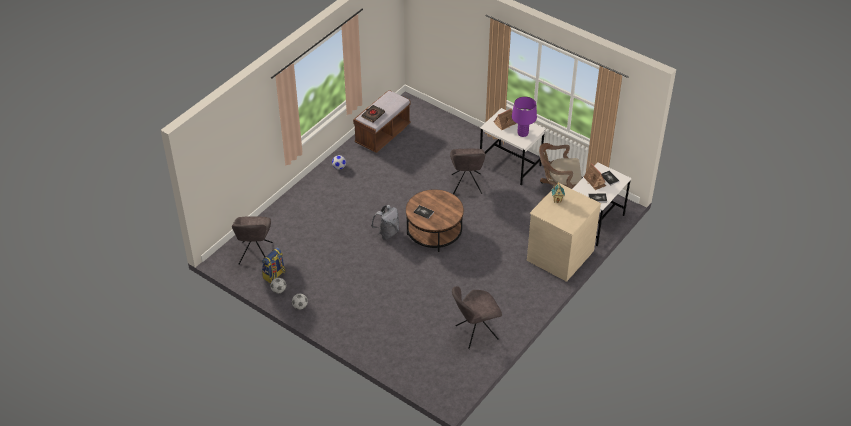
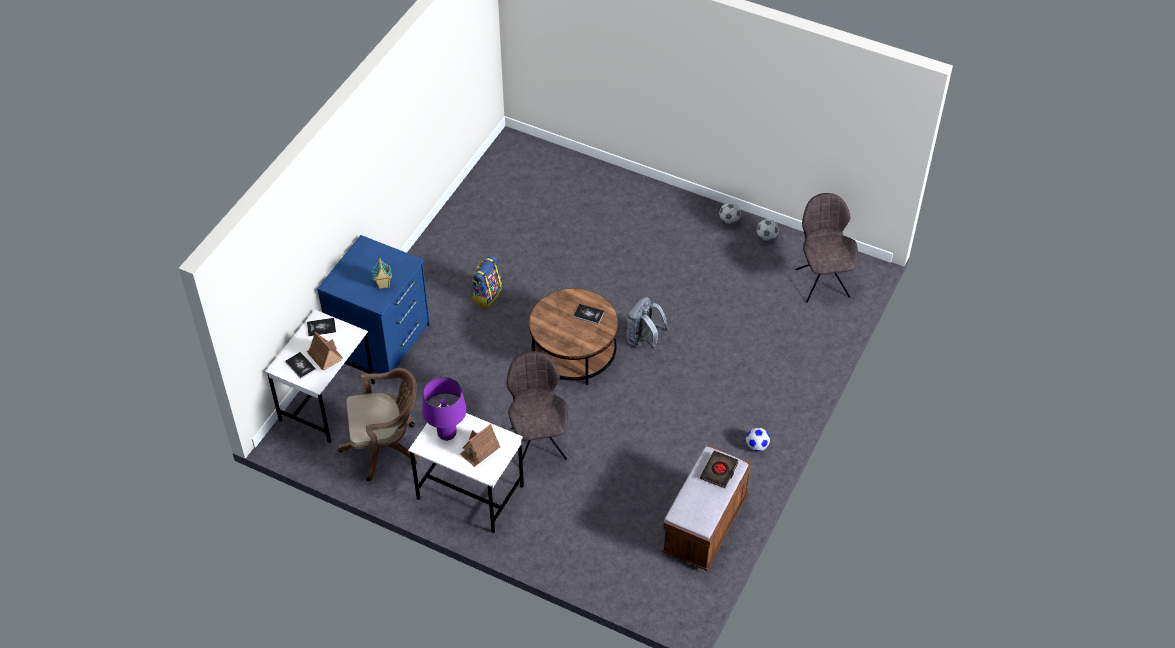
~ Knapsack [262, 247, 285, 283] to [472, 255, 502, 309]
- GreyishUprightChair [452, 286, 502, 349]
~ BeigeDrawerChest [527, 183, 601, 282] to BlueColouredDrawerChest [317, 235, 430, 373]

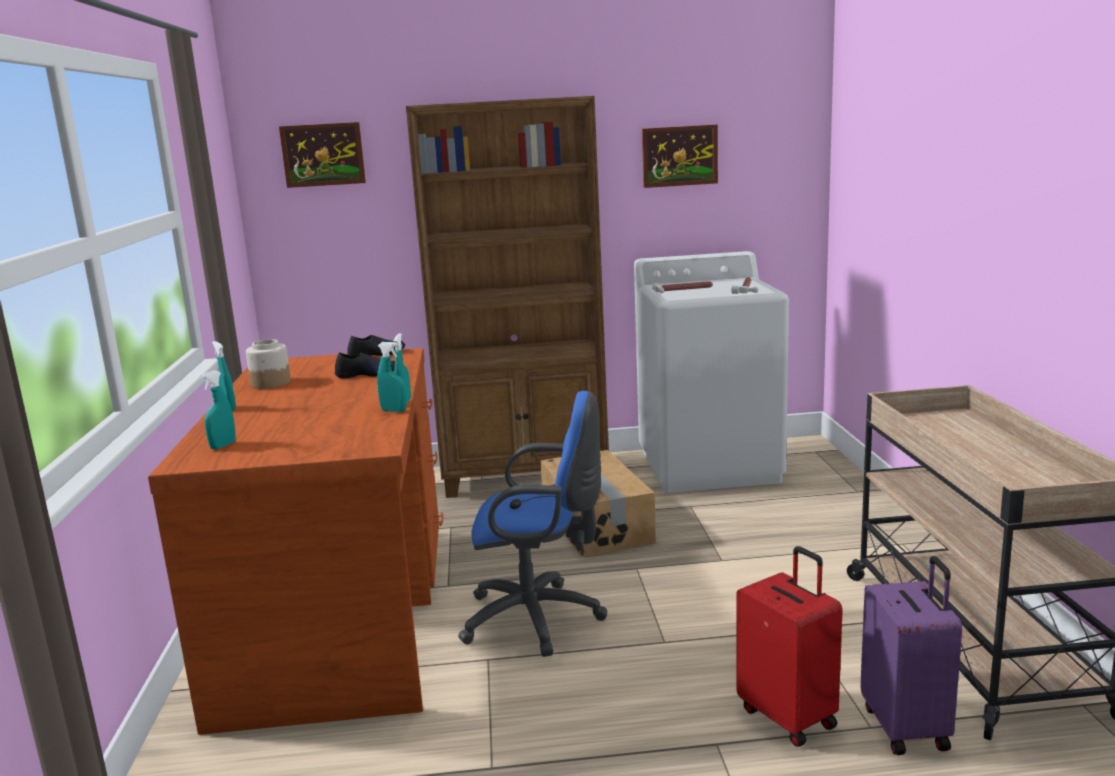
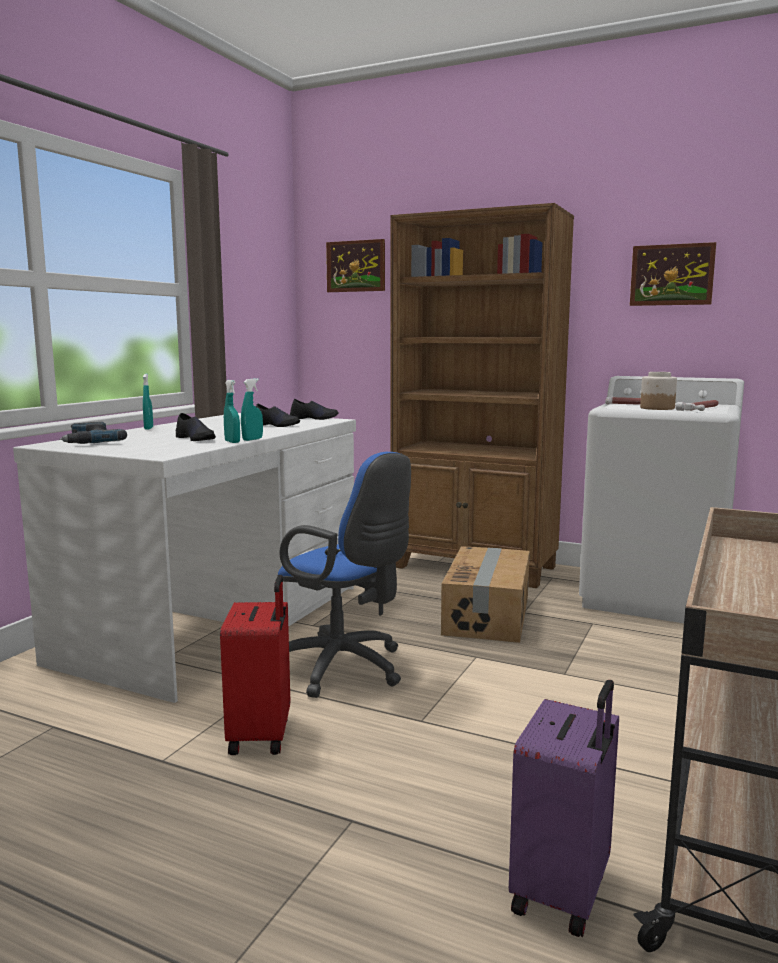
~ BrownDesk [148, 348, 444, 735] to WhitishDesk [13, 413, 356, 703]
~ TurquoiseColouredHandSprayer [200, 370, 236, 450] to ElectricDrill [60, 422, 127, 444]
~ StorageJar [246, 339, 291, 389] to [640, 372, 677, 410]
~ RedColouredSuitcase [736, 546, 843, 747] to [220, 575, 290, 755]
+ BlackishShoe [176, 413, 216, 441]

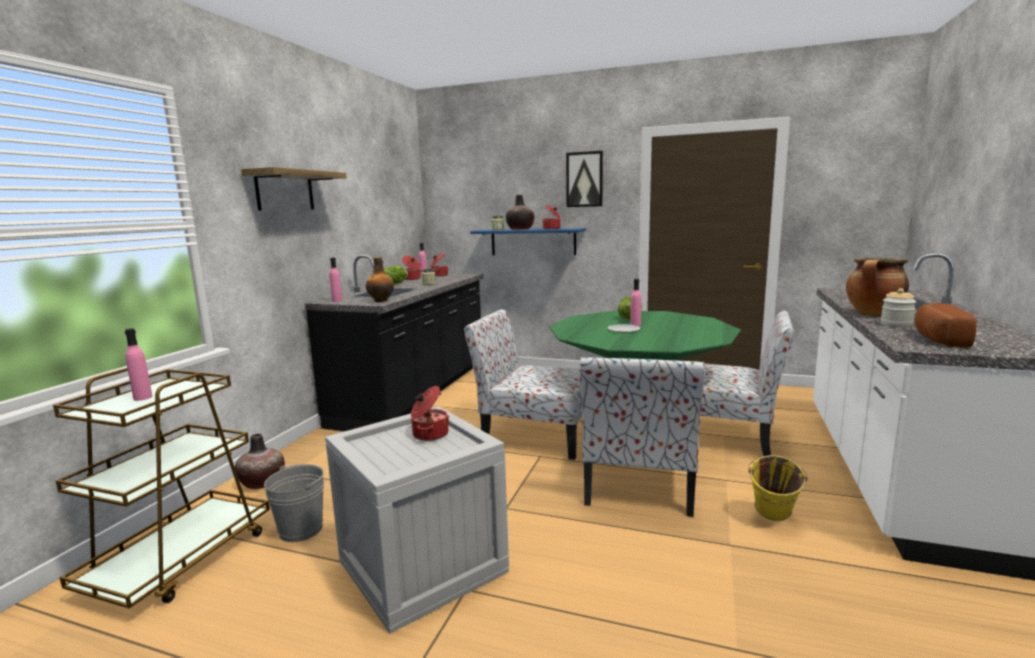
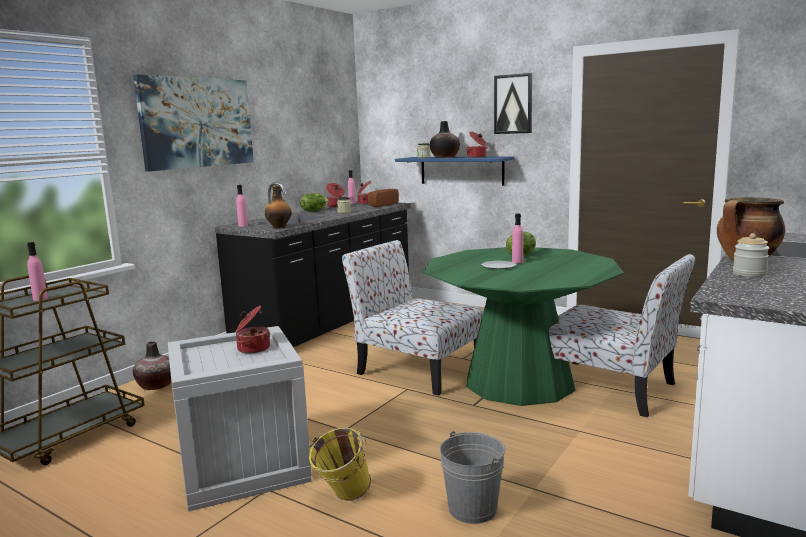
~ Shelf [241, 167, 347, 211] to Picture [133, 74, 254, 171]
~ GreyishWaterBucket [264, 464, 324, 542] to [440, 431, 505, 524]
- UprightChair [580, 357, 705, 517]
~ YellowColouredWaterBucket [748, 455, 808, 521] to [309, 427, 371, 501]
~ BakeryBread [915, 303, 977, 347] to [367, 189, 399, 207]

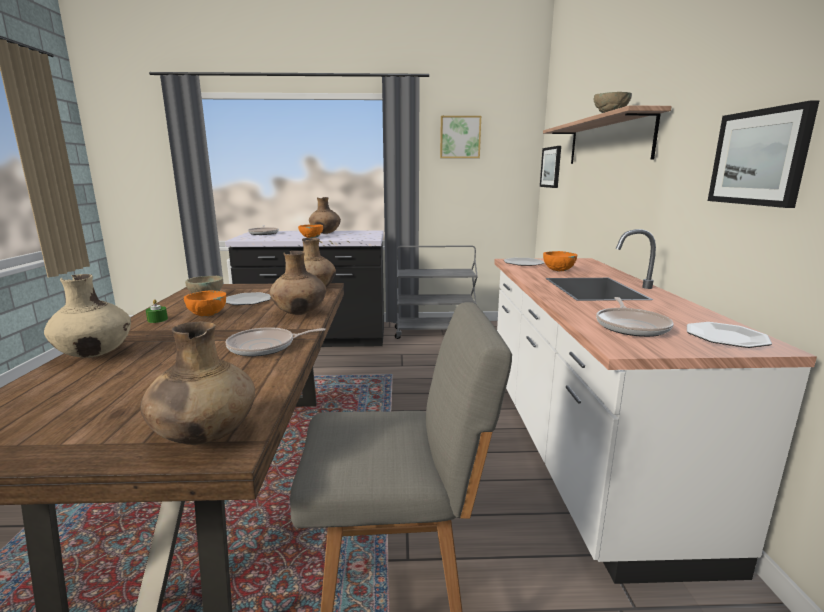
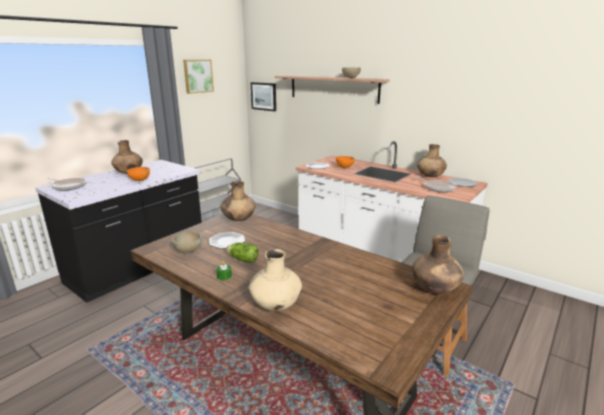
~ OrangeyBowl [184, 290, 226, 316] to HeadOfLettuce [227, 242, 259, 263]
- Pan [225, 327, 326, 356]
~ BrownFlowerVase [270, 251, 326, 315] to [417, 144, 447, 177]
- Picture [708, 100, 820, 208]

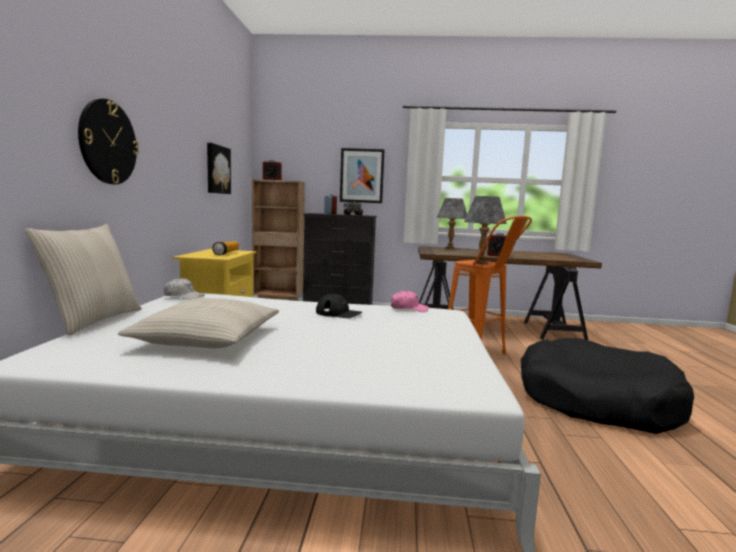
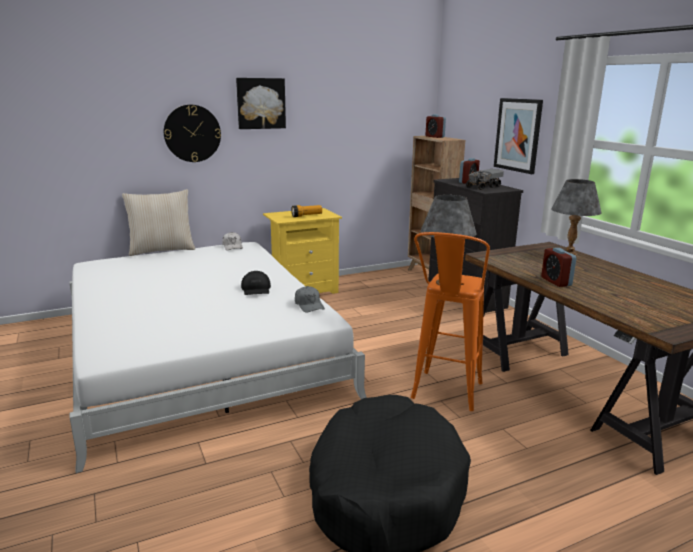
- BeigePillow [118, 298, 279, 348]
~ Picture [207, 143, 231, 194] to [236, 78, 286, 129]
~ PinkCap [391, 290, 429, 312] to GreyishCap [295, 286, 325, 313]

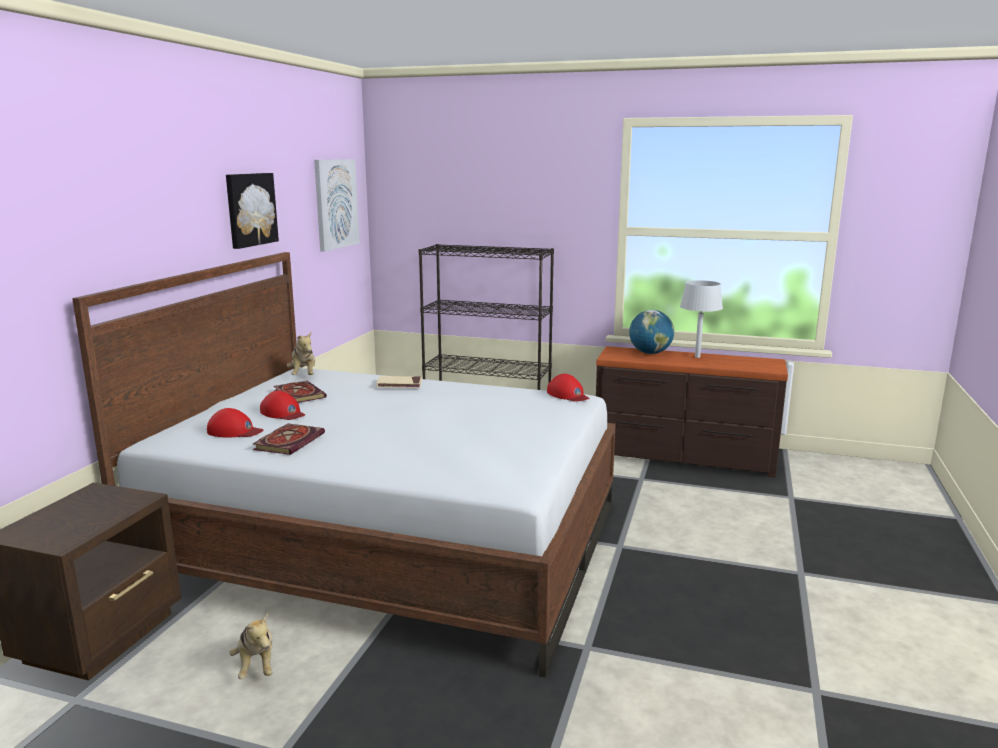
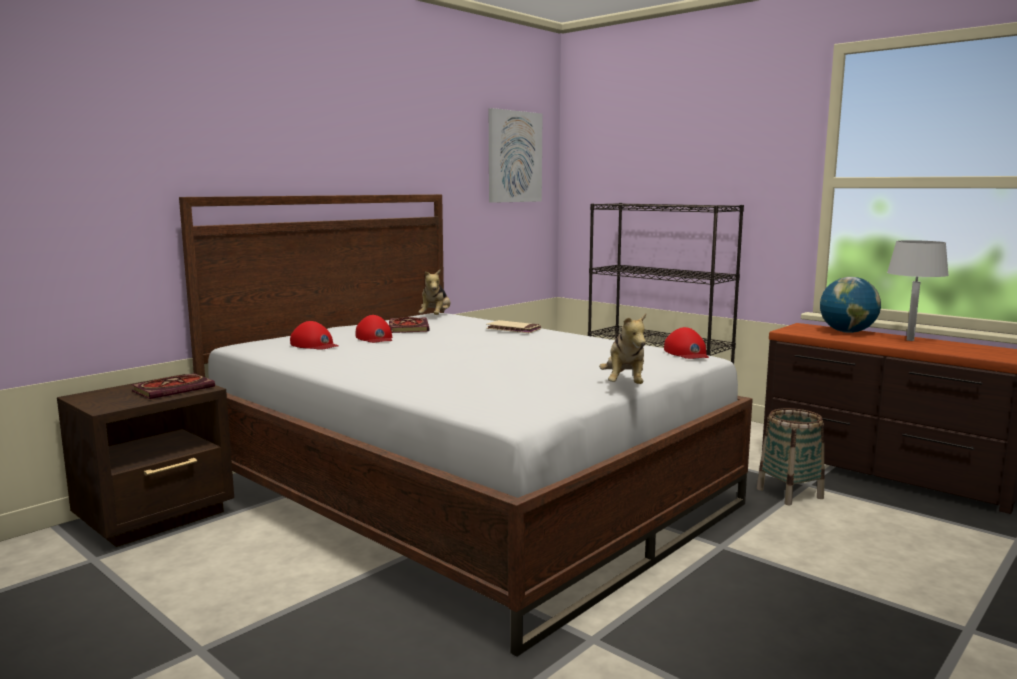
- Picture [226, 173, 279, 249]
~ CuddlyToy [229, 613, 273, 679] to [599, 313, 646, 384]
~ BoundBook [253, 423, 325, 455] to [131, 373, 215, 399]
+ StorageBasket [757, 408, 824, 505]

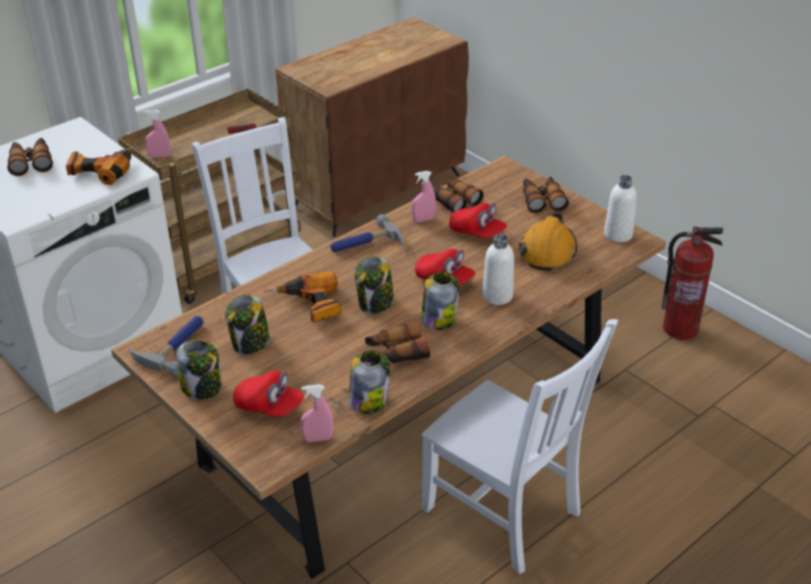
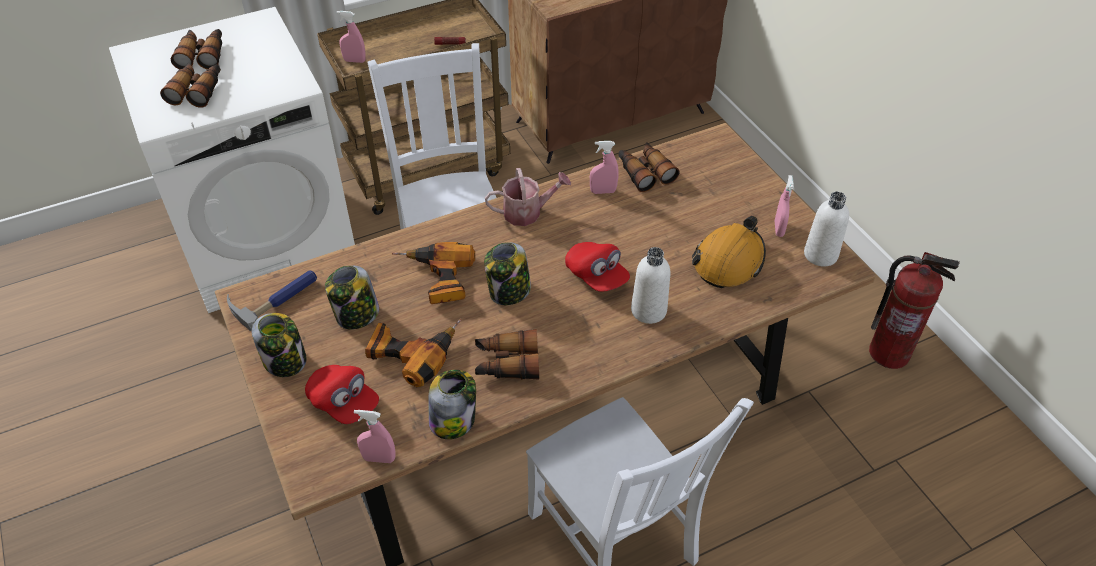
~ ElectricDrill [66, 143, 136, 185] to [365, 319, 461, 387]
~ Hammer [331, 214, 404, 252] to WateringPot [485, 168, 571, 226]
- StorageJar [421, 271, 459, 330]
- RedColouredCap [449, 203, 507, 238]
~ PairOfBinoculars [523, 177, 569, 213] to [160, 62, 221, 108]
+ PinkHandSprayer [775, 175, 794, 237]

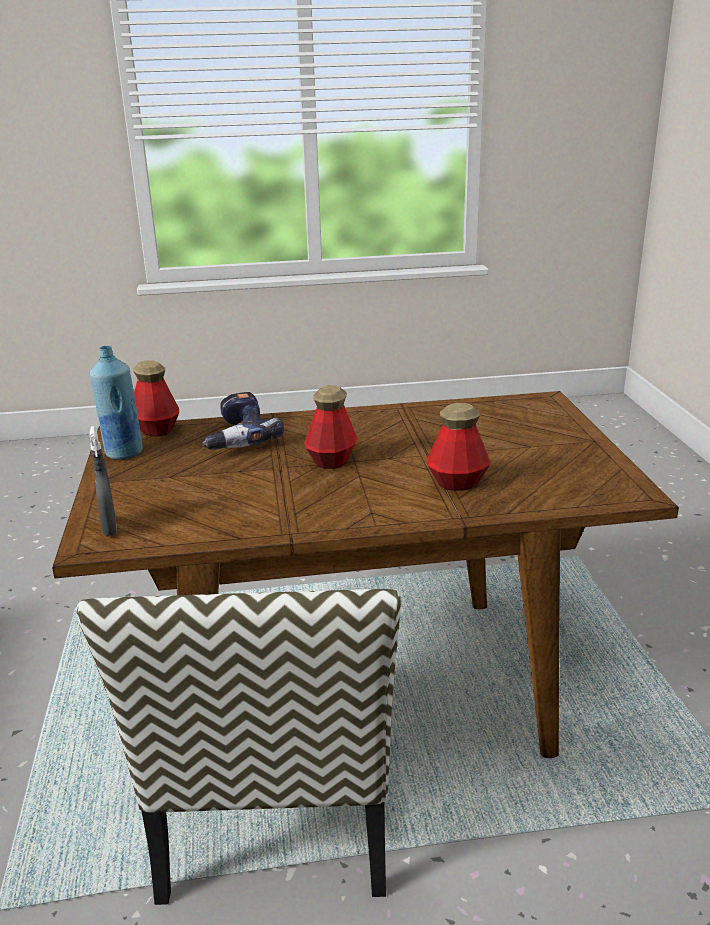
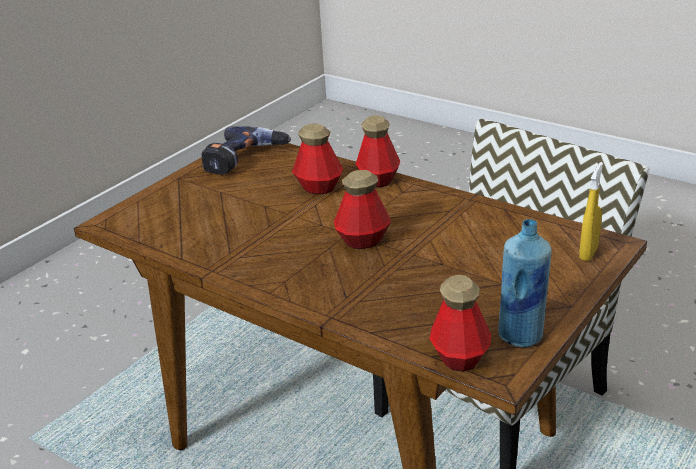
~ GreyishHandSprayer [90, 426, 117, 536] to YellowColouredHandSprayer [579, 162, 603, 261]
~ ElectricDrill [202, 392, 284, 449] to [202, 126, 291, 175]
+ Bottle [356, 115, 400, 187]

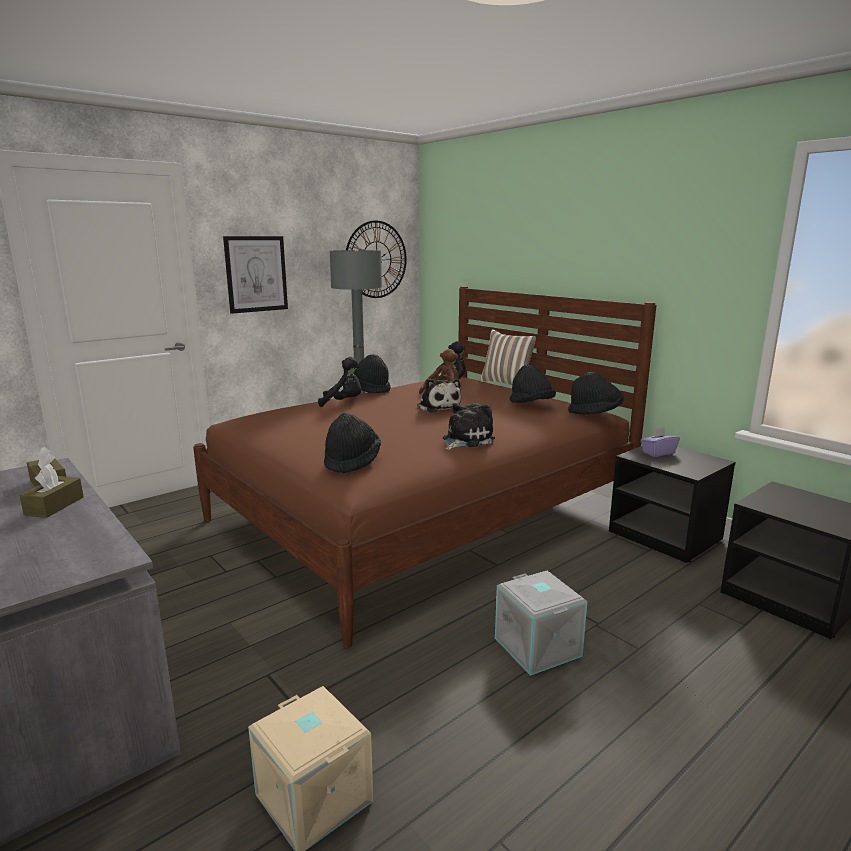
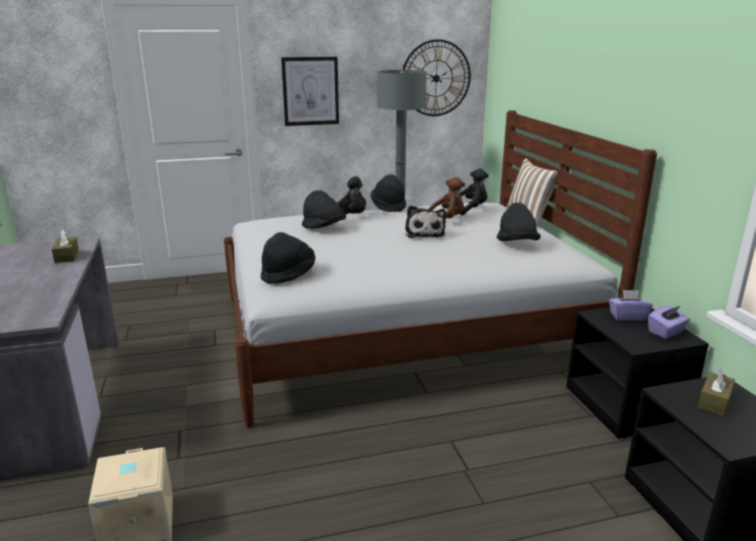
~ BrownTissueHolder [19, 466, 84, 518] to [698, 368, 735, 416]
~ BrownBedroomBed [193, 286, 657, 648] to WhitishBedroomBed [224, 110, 657, 428]
- CuddlyToy [443, 403, 495, 450]
- GreyishStorageBox [495, 571, 587, 676]
~ BlackishWearableHat [568, 372, 624, 415] to [302, 190, 346, 229]
+ PurpleColouredTissueHolder [648, 306, 690, 339]

